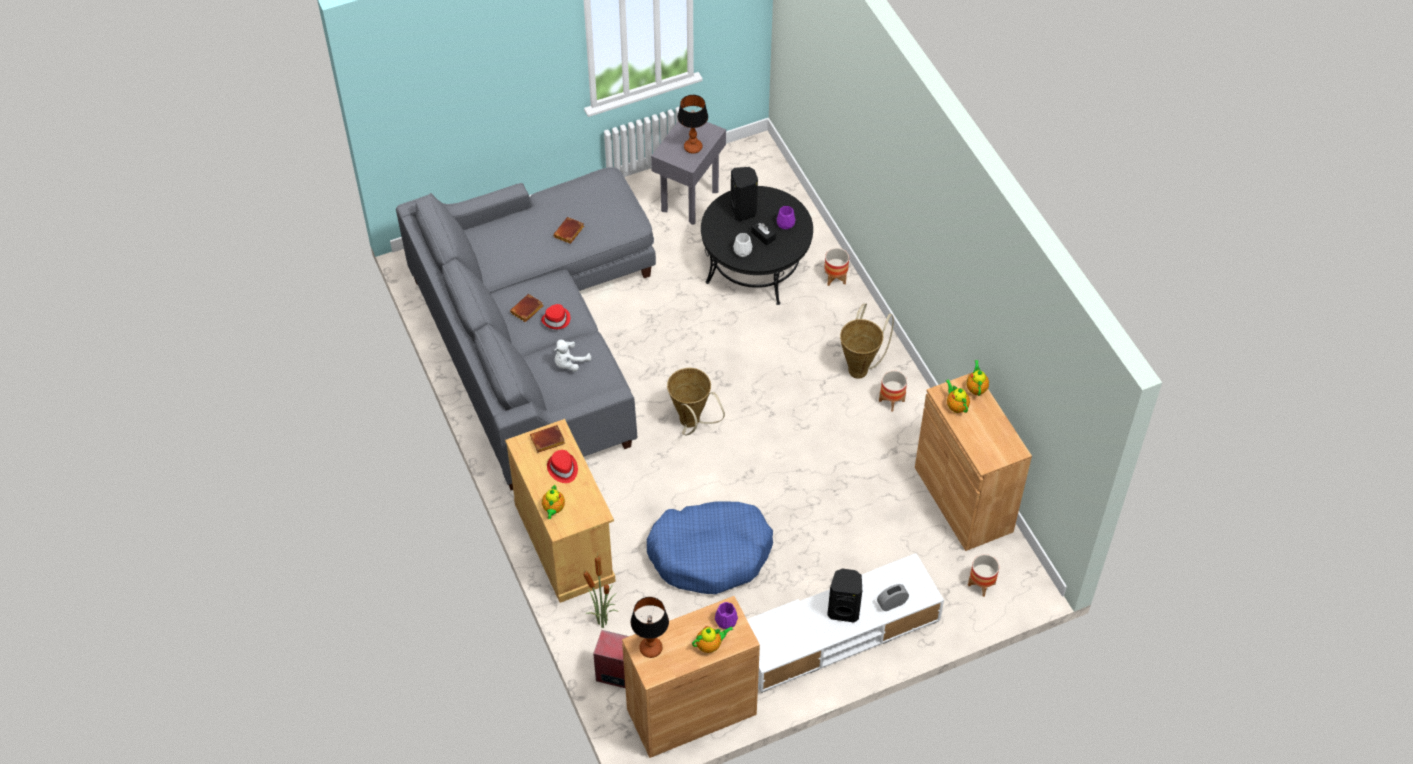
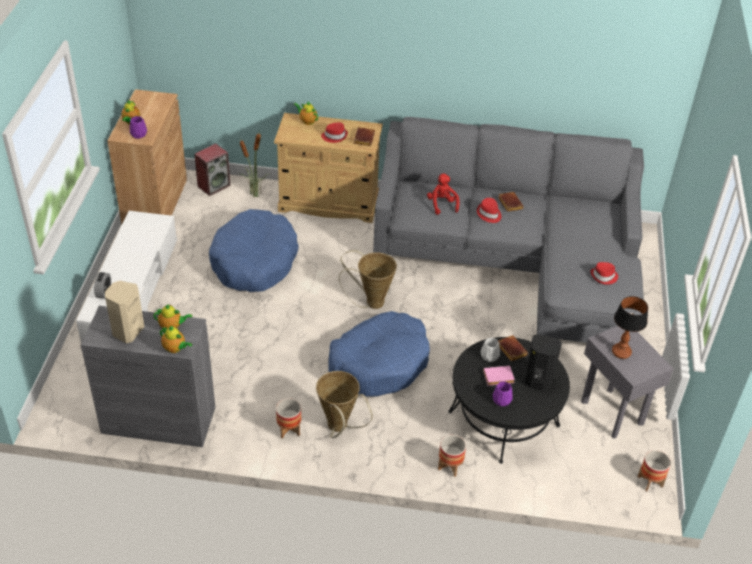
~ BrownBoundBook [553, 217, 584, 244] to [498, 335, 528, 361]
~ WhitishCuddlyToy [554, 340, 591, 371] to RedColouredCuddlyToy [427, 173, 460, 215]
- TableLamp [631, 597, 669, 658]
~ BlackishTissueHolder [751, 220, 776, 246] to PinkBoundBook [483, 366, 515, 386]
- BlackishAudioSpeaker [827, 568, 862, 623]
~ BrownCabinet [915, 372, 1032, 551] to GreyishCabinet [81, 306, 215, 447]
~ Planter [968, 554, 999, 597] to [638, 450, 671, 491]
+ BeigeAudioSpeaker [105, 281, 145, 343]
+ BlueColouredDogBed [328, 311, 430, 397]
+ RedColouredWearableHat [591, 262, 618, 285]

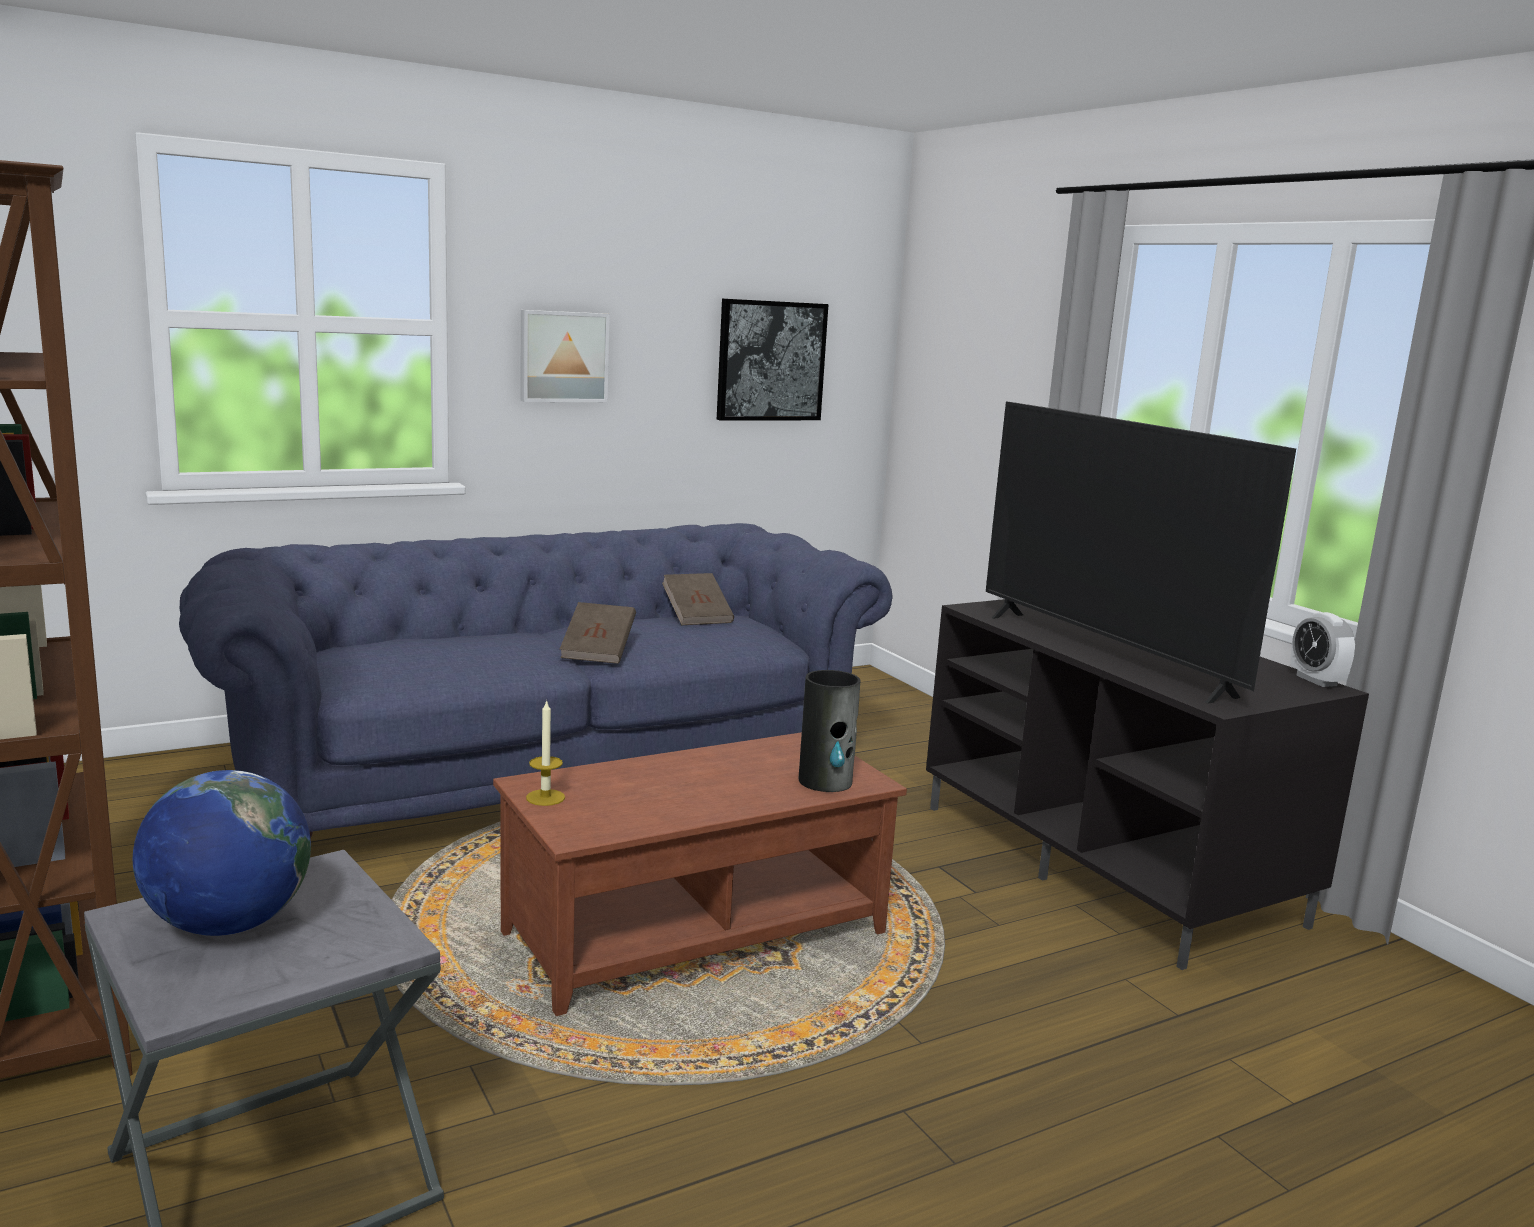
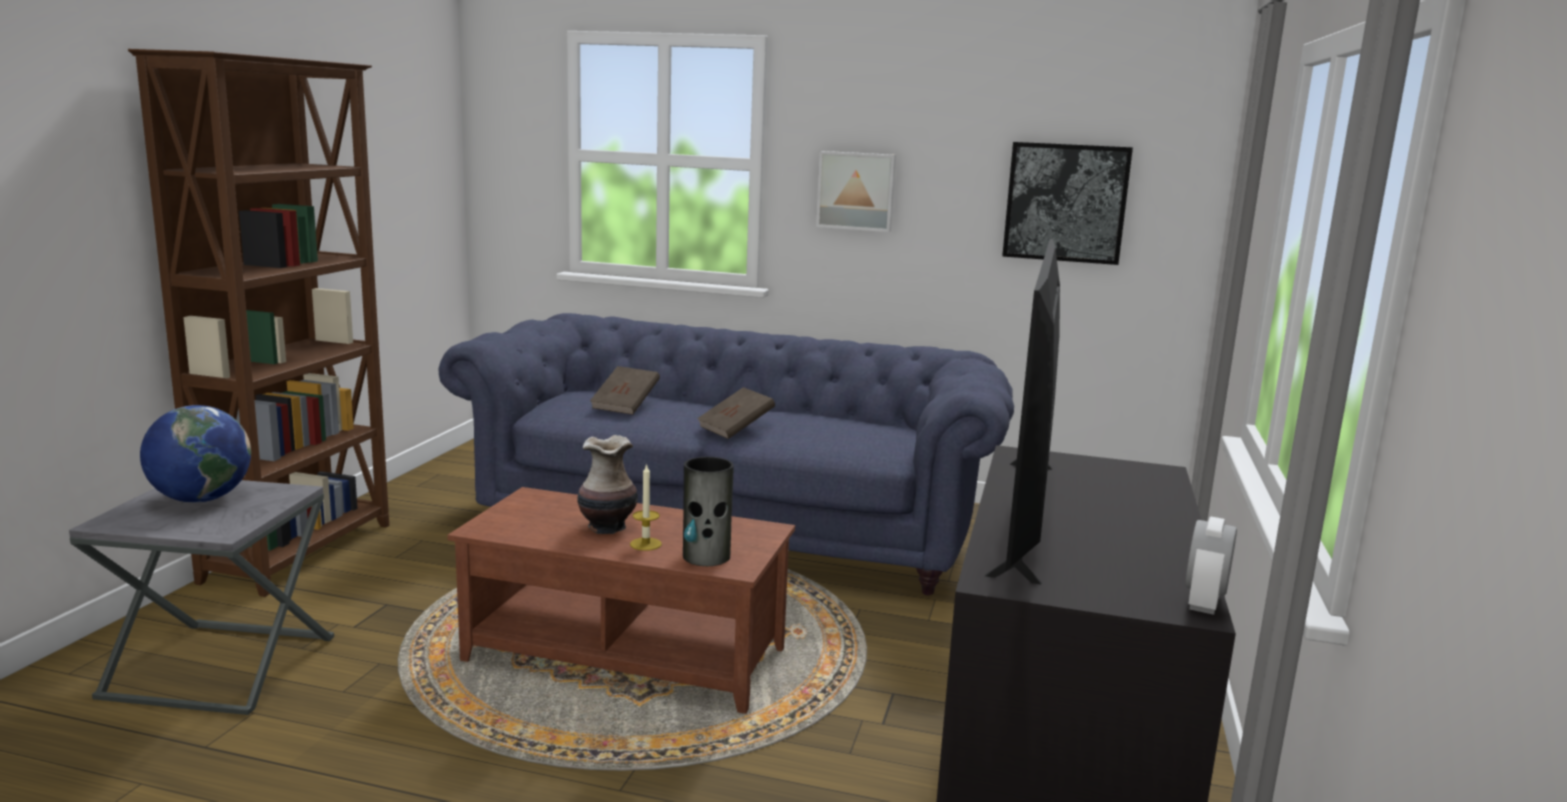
~ WaxLight [526, 699, 565, 806] to [630, 463, 662, 551]
~ BrownBoundBook [662, 573, 734, 625] to [590, 366, 660, 415]
+ FlowerVase [577, 435, 638, 534]

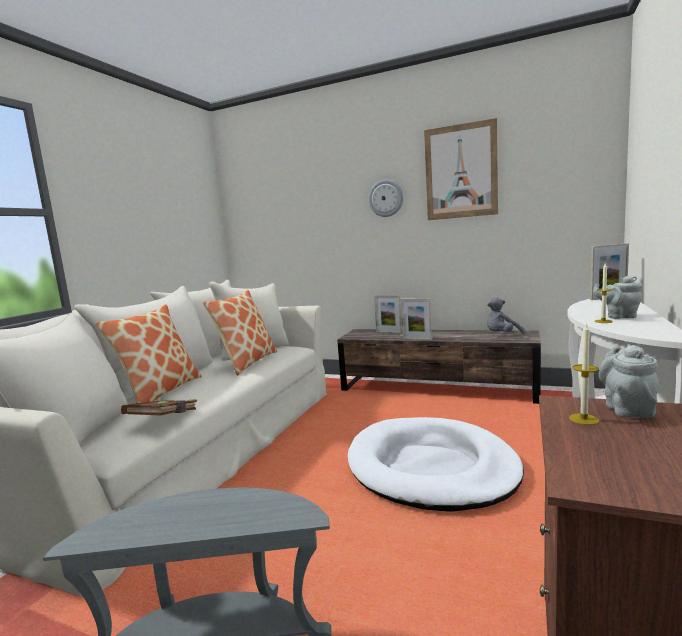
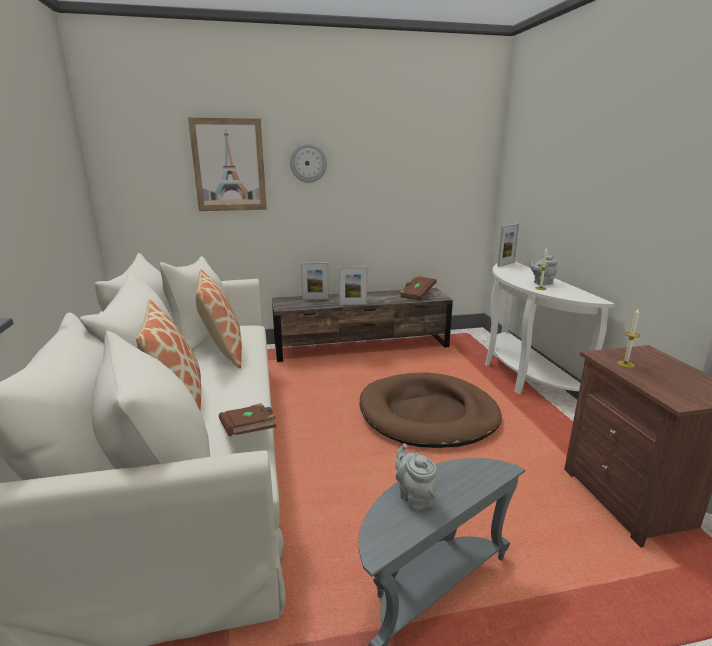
~ WhitishDogBed [348, 417, 524, 512] to BrownDogBed [360, 373, 502, 448]
~ Picture [424, 118, 498, 220] to [188, 118, 267, 211]
~ GreyishCuddlyToy [487, 297, 525, 334] to BrownBoundBook [399, 275, 437, 300]
~ GreyishPotForTea [599, 344, 659, 418] to [395, 443, 437, 511]

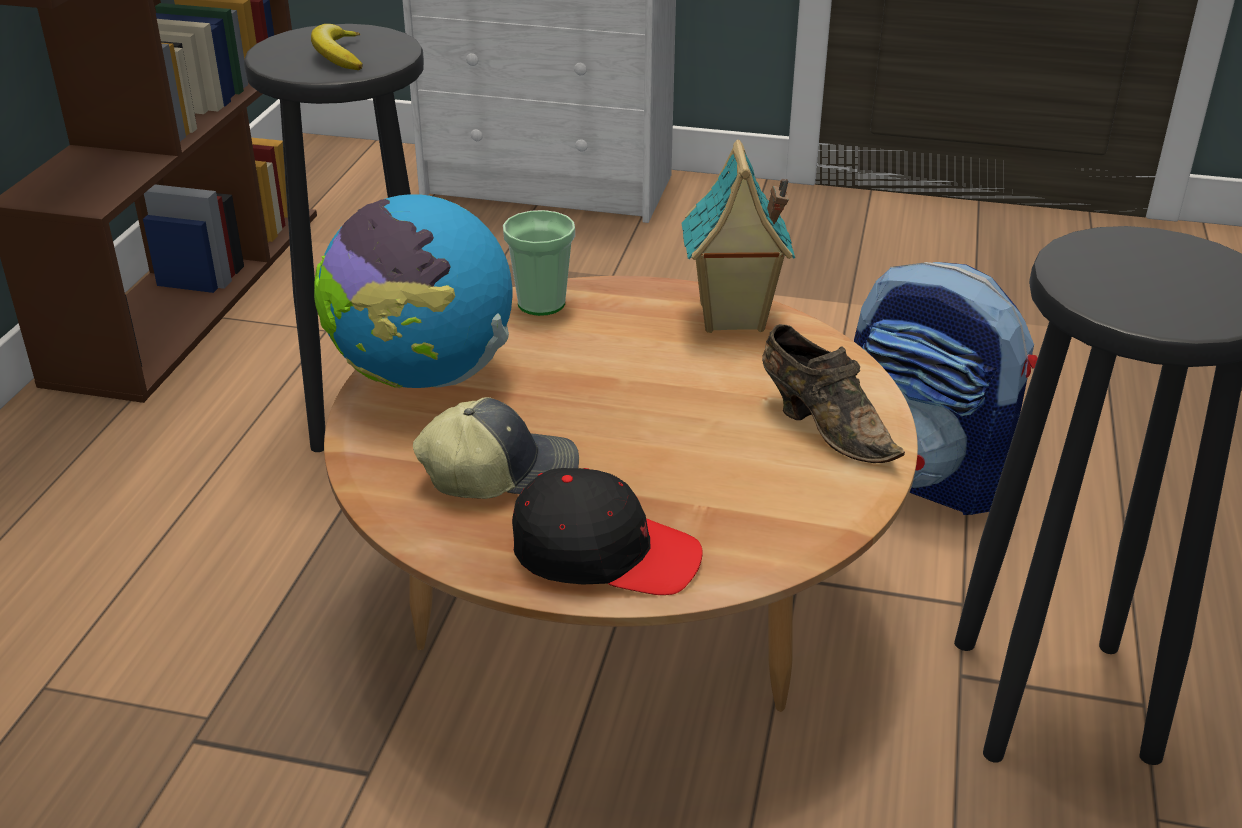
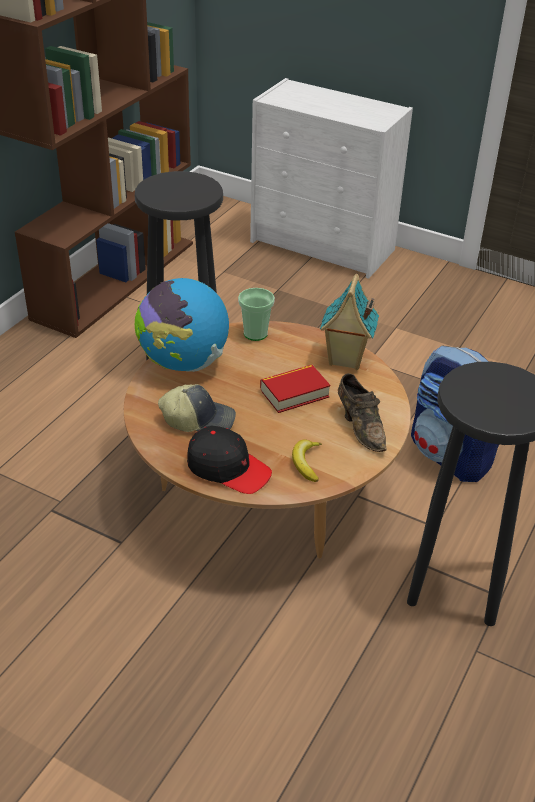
~ WholeBanana [311, 24, 363, 70] to [292, 439, 322, 482]
+ BoundBook [260, 365, 330, 413]

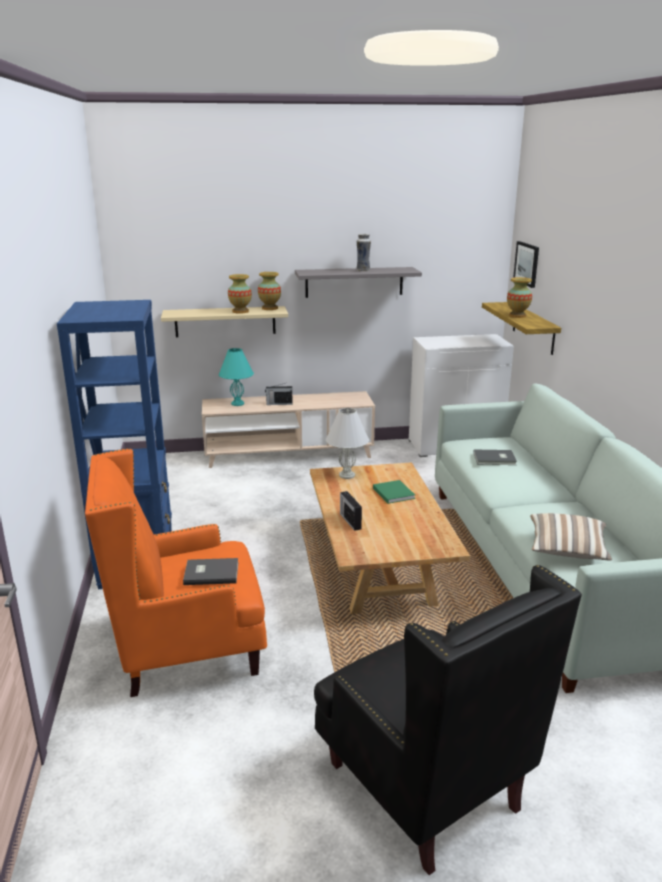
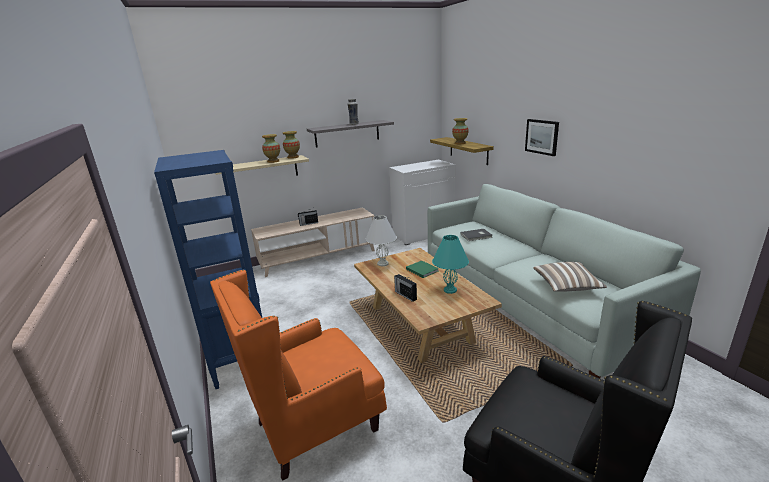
- GreyishBoundBook [183, 558, 238, 585]
~ TurquoiseColouredTableLamp [219, 348, 254, 406] to [432, 235, 469, 294]
~ Picture [513, 241, 539, 288] to [525, 119, 559, 156]

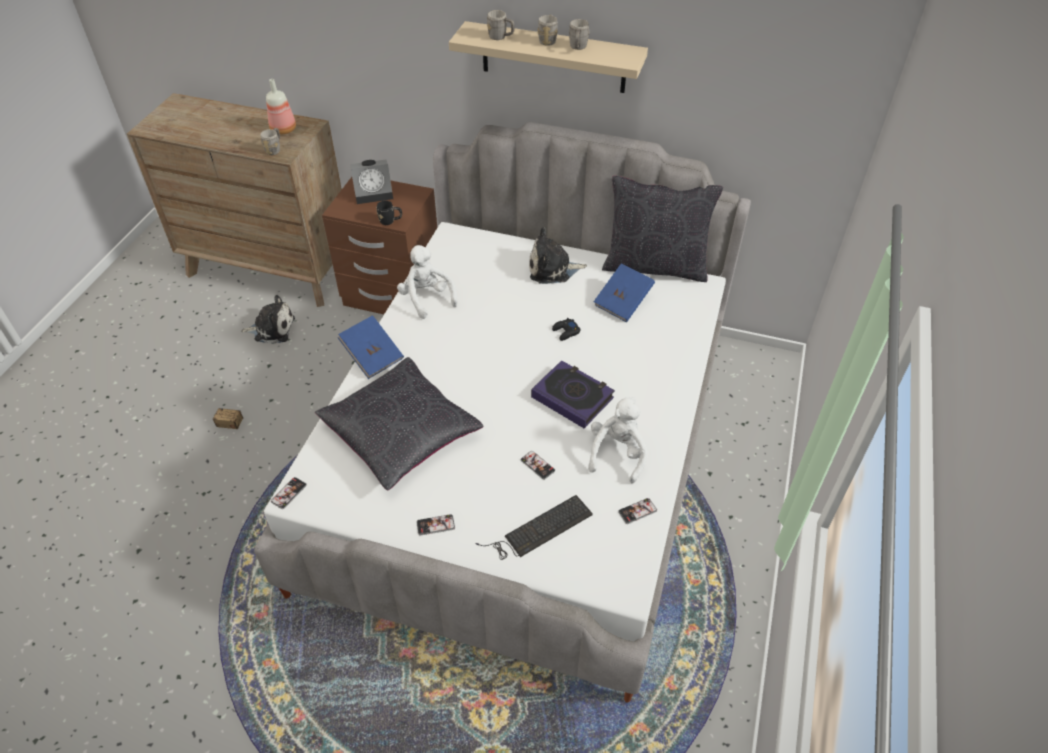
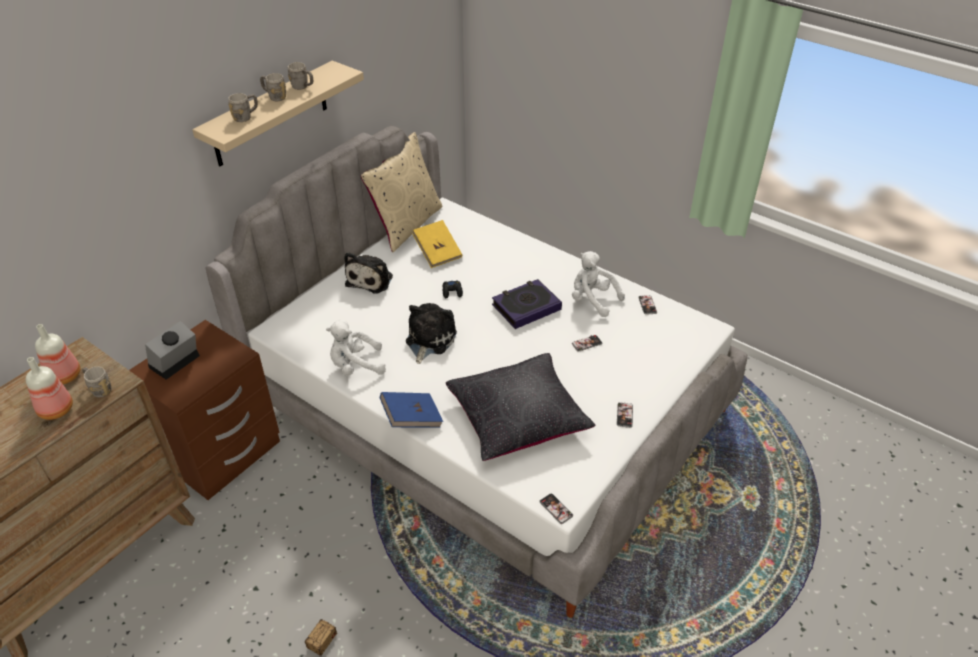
~ CuddlyToy [241, 295, 295, 344] to [406, 303, 457, 364]
~ AlarmClock [350, 160, 393, 204] = [145, 321, 200, 380] 150 degrees counterclockwise
- BlackishMug [376, 201, 402, 225]
- PcKeyboard [475, 495, 593, 560]
~ BlueColouredBoundBook [594, 263, 655, 322] to YellowColouredBoundBook [412, 220, 463, 268]
~ BlackishPillow [602, 176, 723, 282] to BeigePillow [361, 132, 442, 253]
+ Bottle [26, 357, 73, 420]

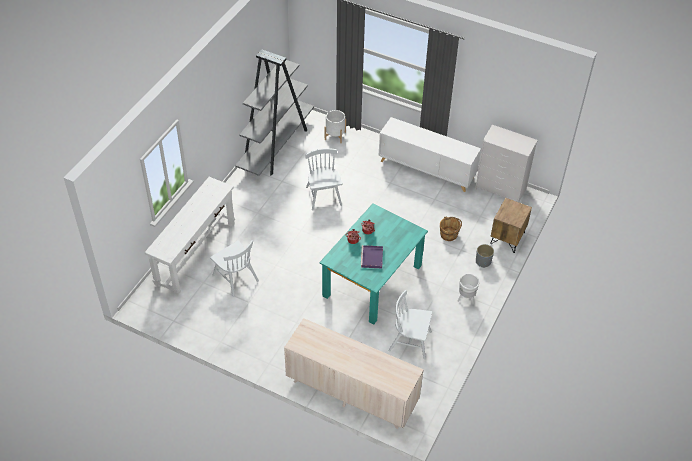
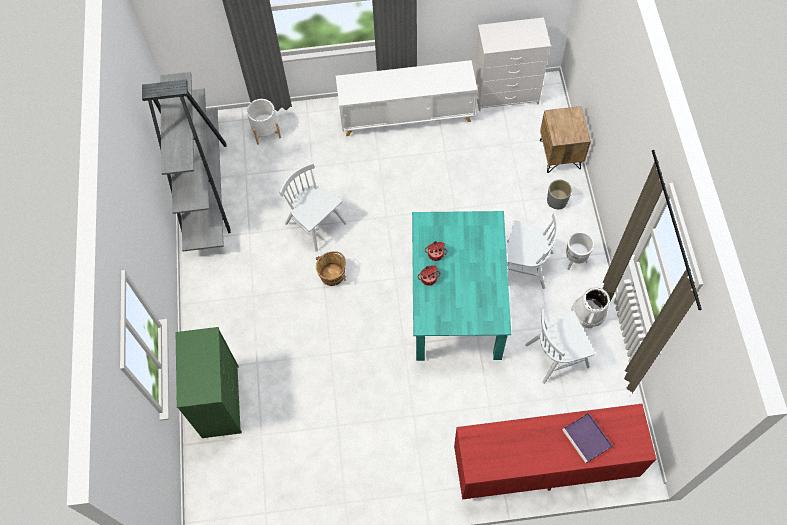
~ WhitishNarrowTable [144, 177, 235, 295] to GreenishDrawerChest [176, 327, 242, 438]
~ WhitishUprightChair [210, 240, 259, 297] to [506, 212, 559, 289]
~ BeigeDrawerChest [284, 318, 424, 429] to RedColouredDrawerChest [454, 404, 656, 499]
~ PurpleColouredCarryingTray [361, 245, 383, 269] to [562, 413, 613, 463]
~ BrownWaterBucket [440, 216, 462, 241] to [316, 251, 346, 286]
+ WhitishWaterBucket [571, 287, 610, 328]

